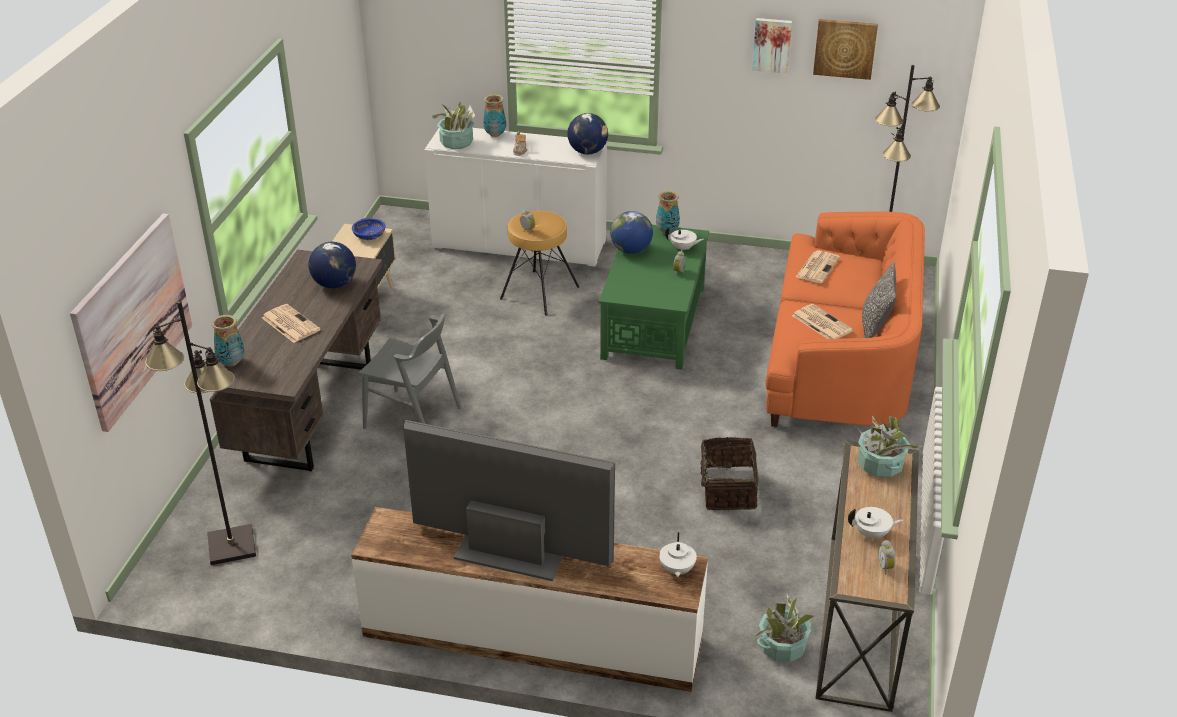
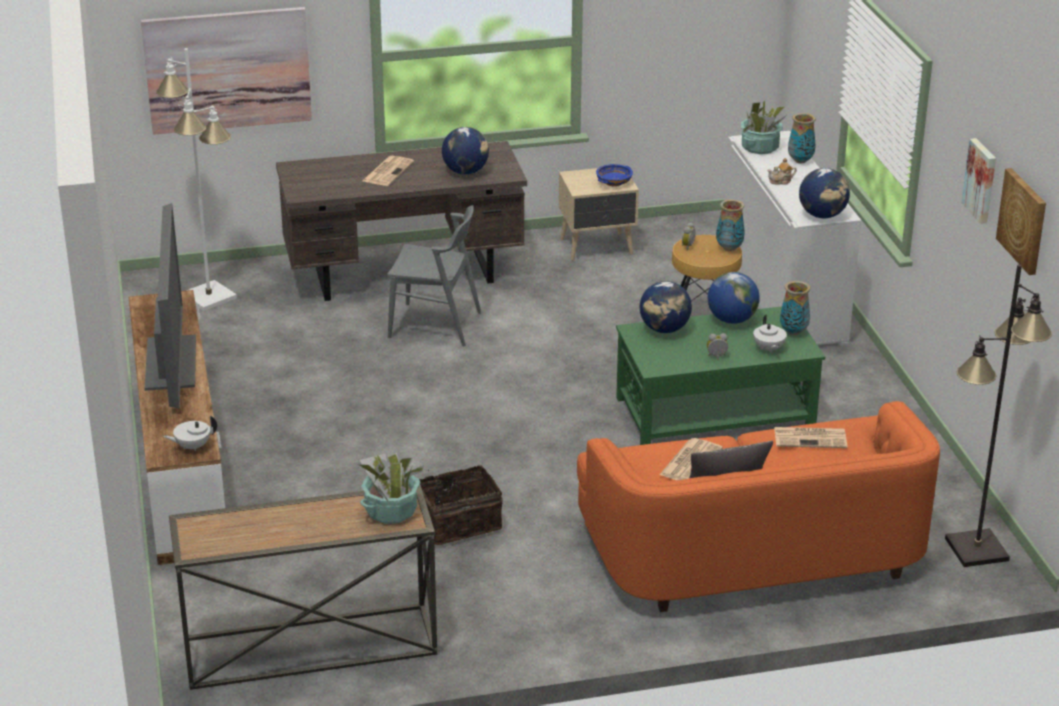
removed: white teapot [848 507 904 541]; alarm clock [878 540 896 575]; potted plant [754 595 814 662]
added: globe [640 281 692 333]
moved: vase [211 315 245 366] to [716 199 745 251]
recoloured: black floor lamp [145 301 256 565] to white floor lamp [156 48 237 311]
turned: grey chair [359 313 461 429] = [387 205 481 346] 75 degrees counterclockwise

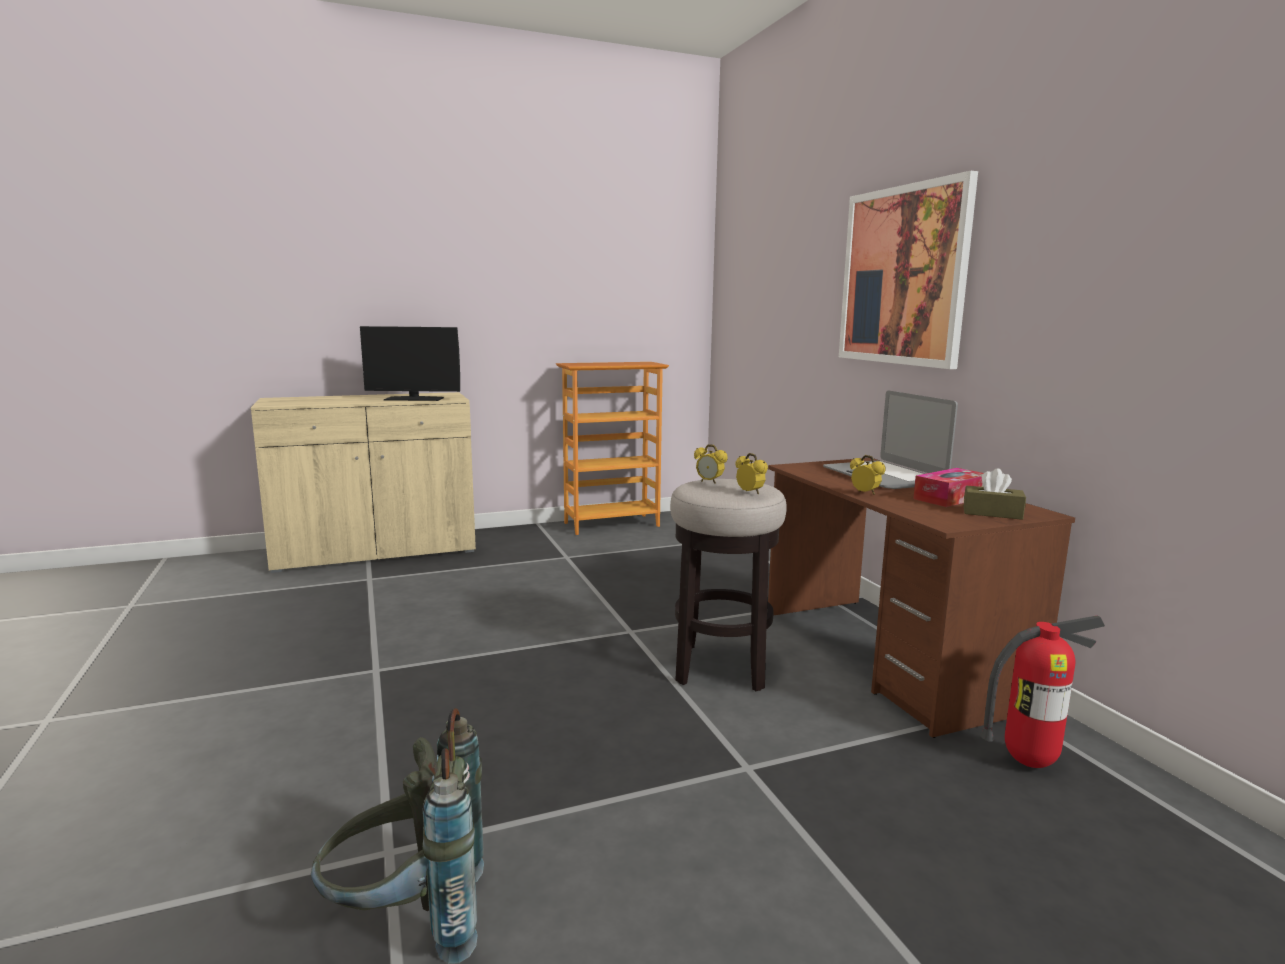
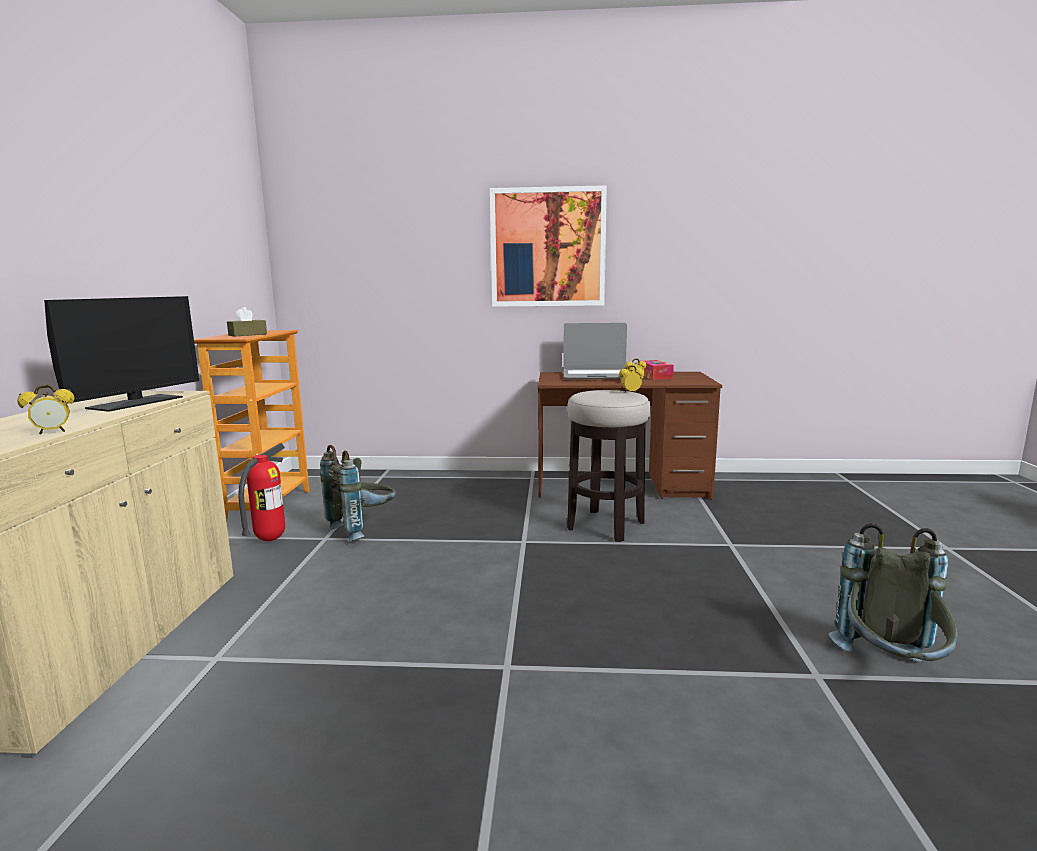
added: grey backpack [320 445 396 542]
moved: alarm clock [694 444 727 484] to [17 385 75 434]; brown tissue box [964 468 1026 520] to [227 307 267 336]; fire extinguisher [980 615 1105 768] to [238 443 285 541]

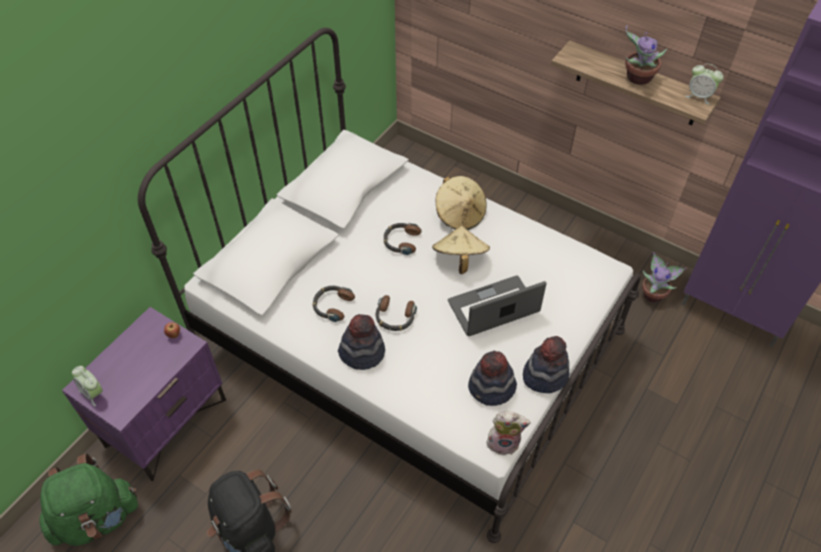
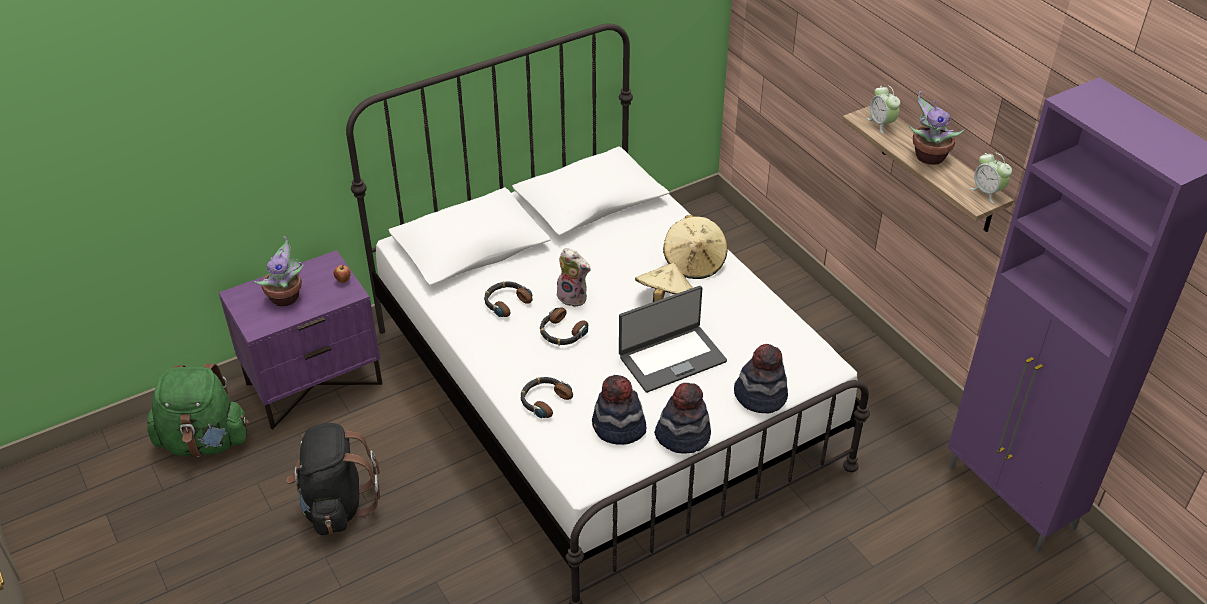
moved: headphones [384 223 421 255] to [521 377 573 418]; potted plant [642 252 687 303] to [254 236 303 306]; hat [338 314 385 370] to [734 344 788 414]; alarm clock [72 366 103 406] to [867 86 900 133]; plush toy [487 411 531 456] to [557 248 591 307]
turned: laptop [448 275 546 336] = [619 286 727 393] 150 degrees clockwise

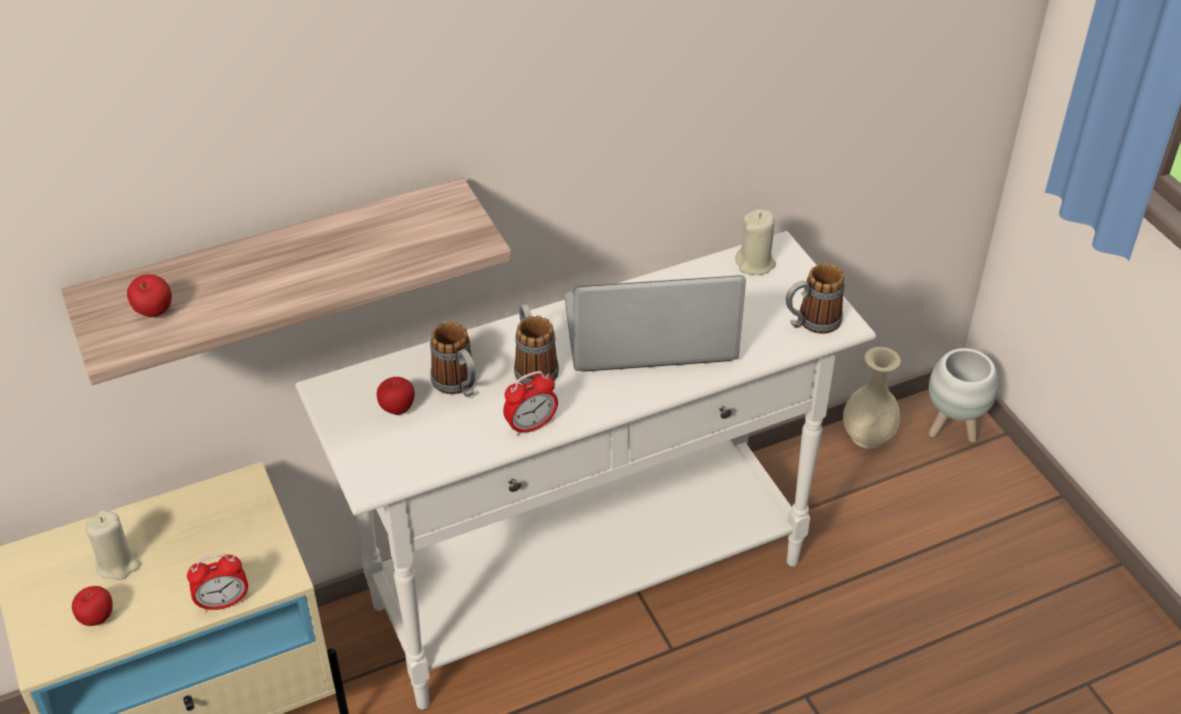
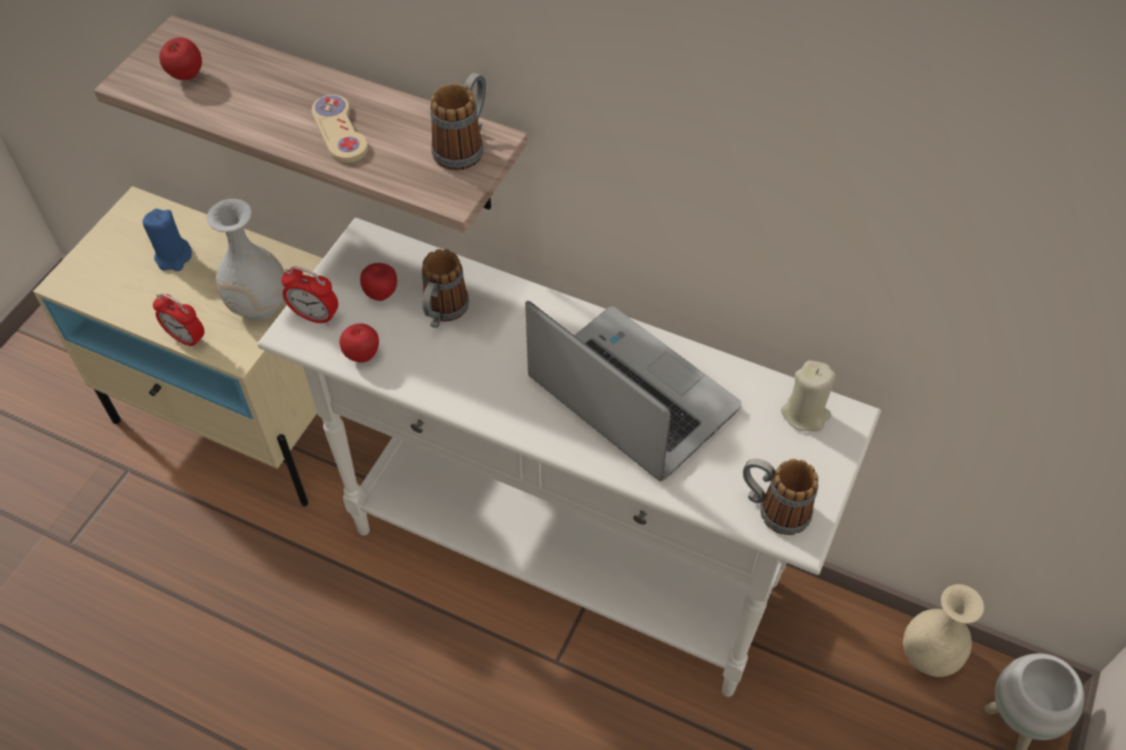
added: beige game controller [312 95 368 163]; white vase [207 199 285 320]
moved: mug [514 304 559 385] to [430 73 486 170]; alarm clock [503 371 558 436] to [281 266 338 326]; apple [72 586 113 626] to [340 324 379 363]
recoloured: beige candle [86 510 140 580] to blue candle [143 209 192 271]

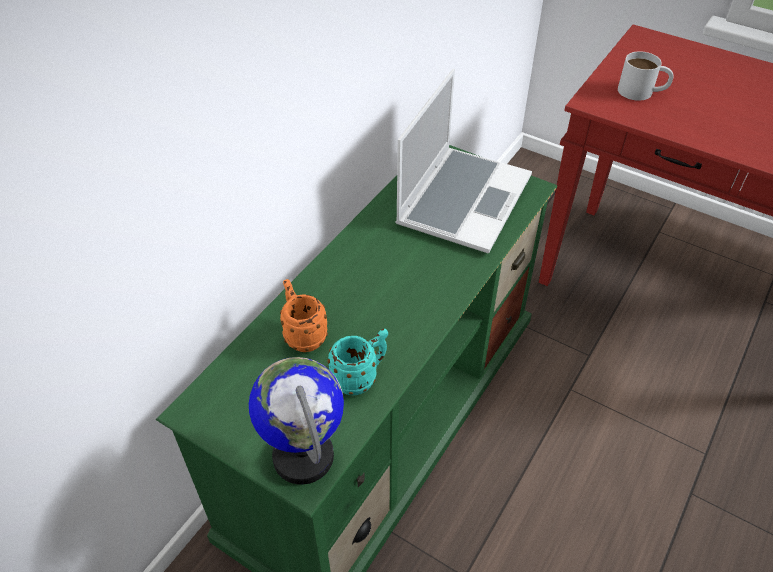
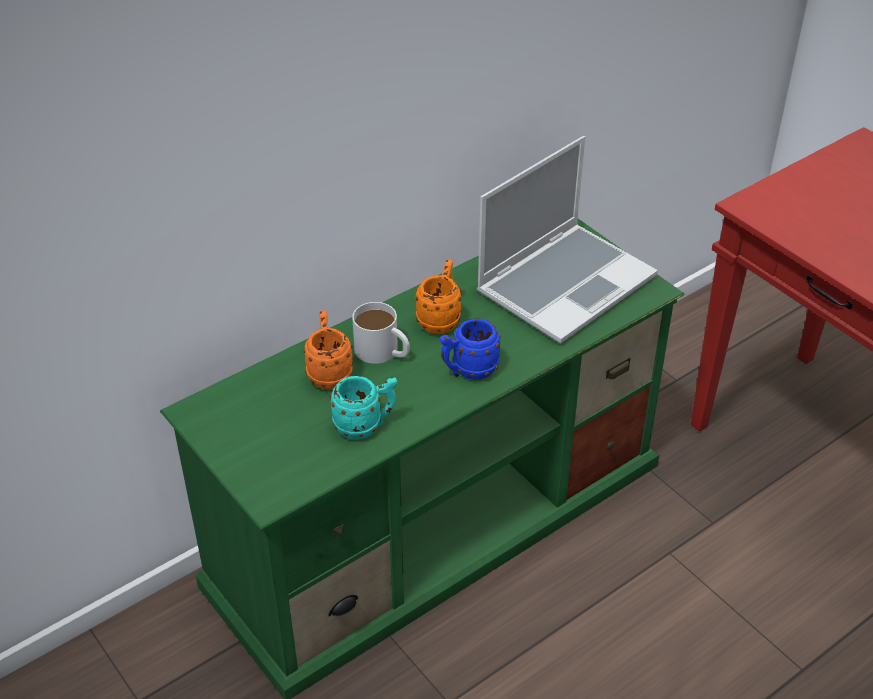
removed: globe [249 357 344 485]
added: orange mug [415 259 461 334]; blue mug [440 318 501 380]
moved: white mug [618 51 673 101] to [352 302 410 364]

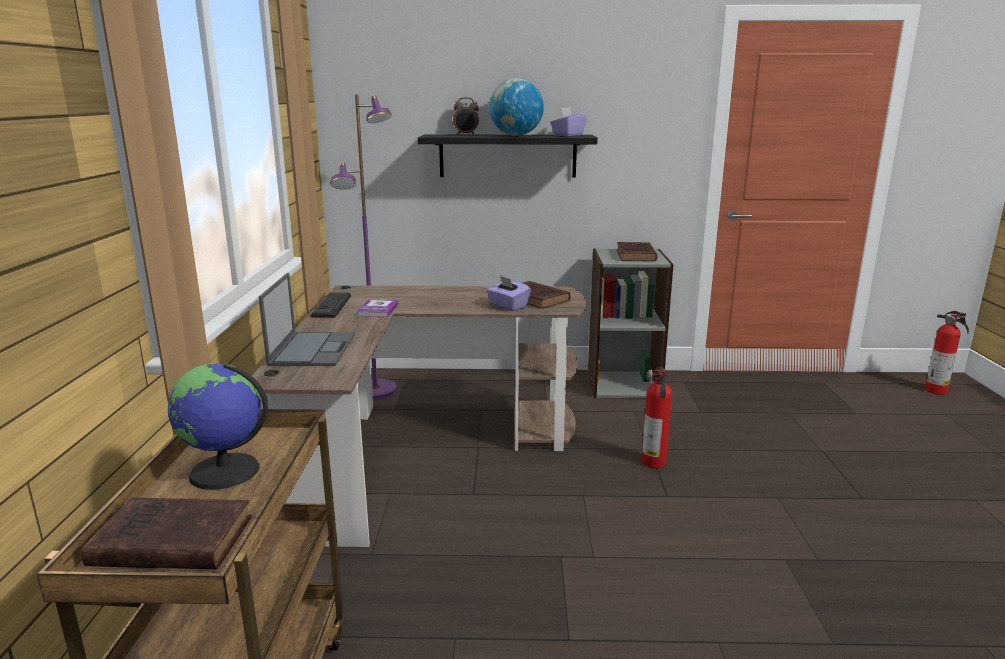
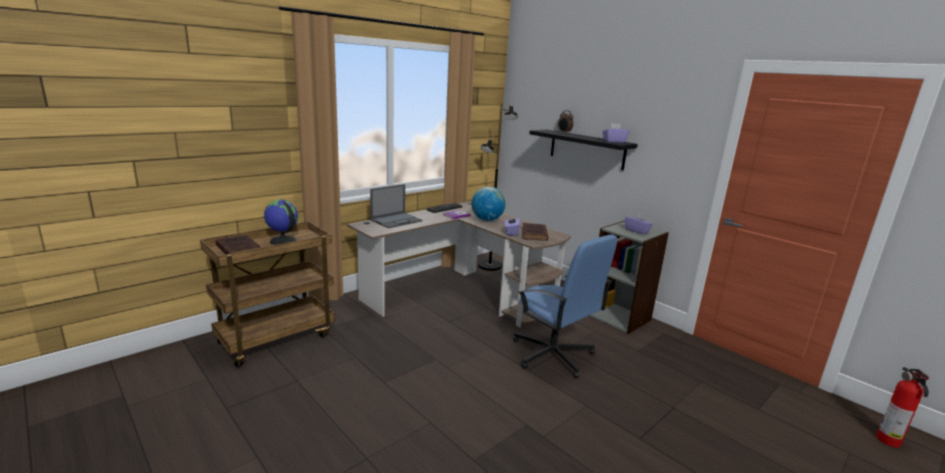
moved: globe [489 78 544 136] to [471 187 506 221]
replaced: brown book [617 242 657 262] to purple tissue box [625 212 653 234]; fire extinguisher [642 366 672 468] to blue office chair [513 235 617 378]
recoloured: purple floor lamp [331 94 397 399] to black floor lamp [478 103 518 271]

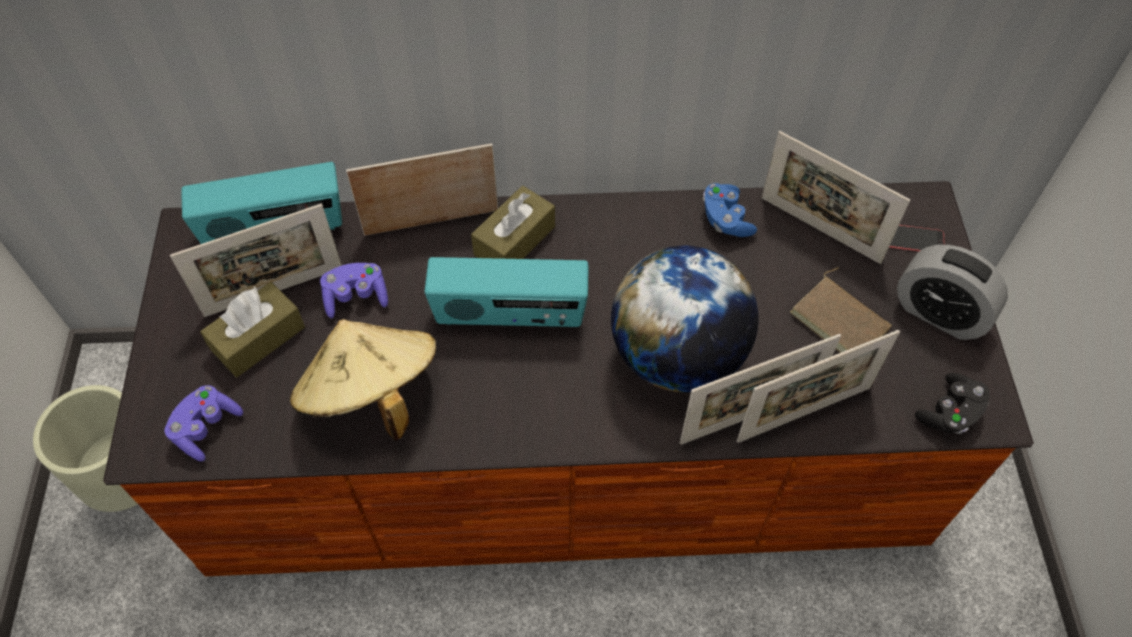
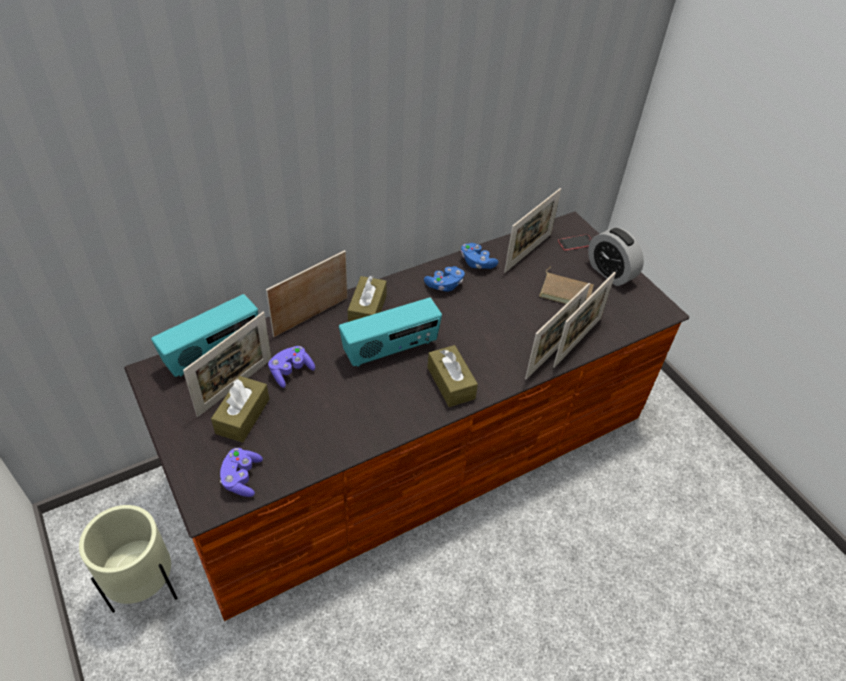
removed: globe [611 246 759 392]; beige hat [290 319 436 441]; black game controller [915 373 990 434]
added: blue game controller [424 266 465 292]; brown tissue box [427 345 478 407]
turned: picture frame [761 131 910 264] = [504 188 561 273] 60 degrees counterclockwise; alarm clock [897 245 1008 340] = [588 227 644 286] 45 degrees clockwise

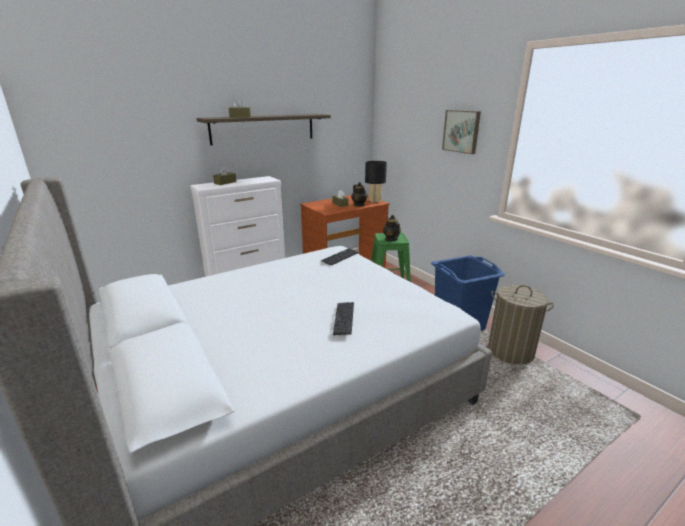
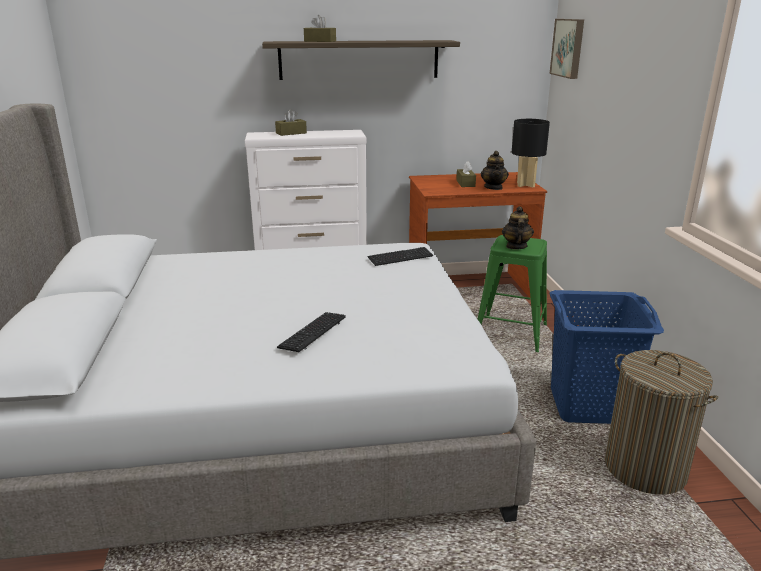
moved: picture [442 110 481 154] to [550 19 584 79]

